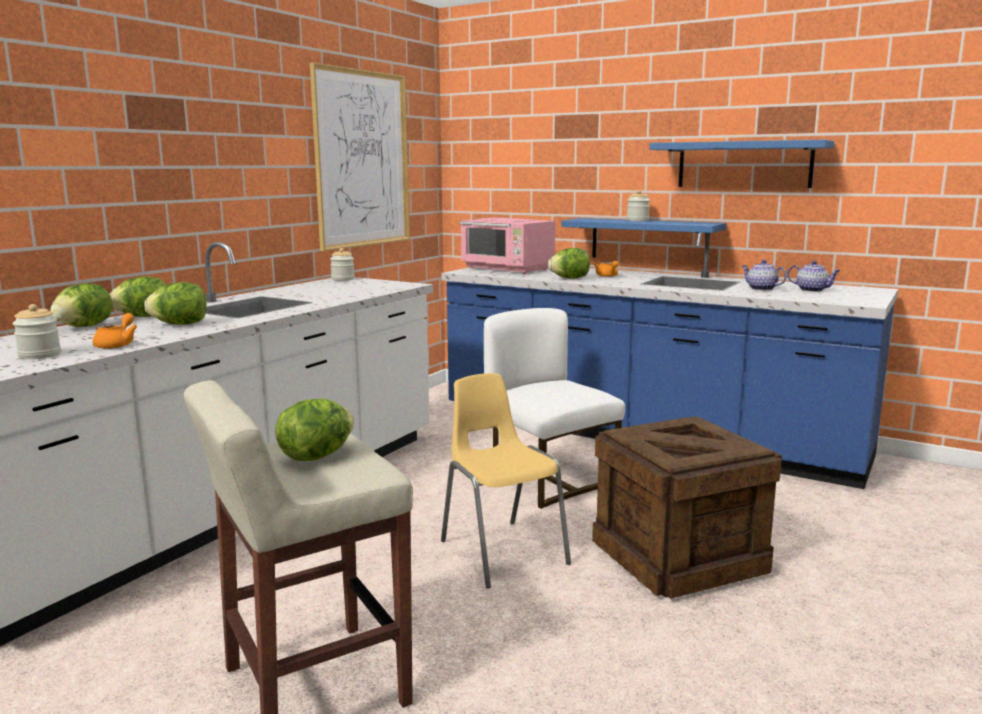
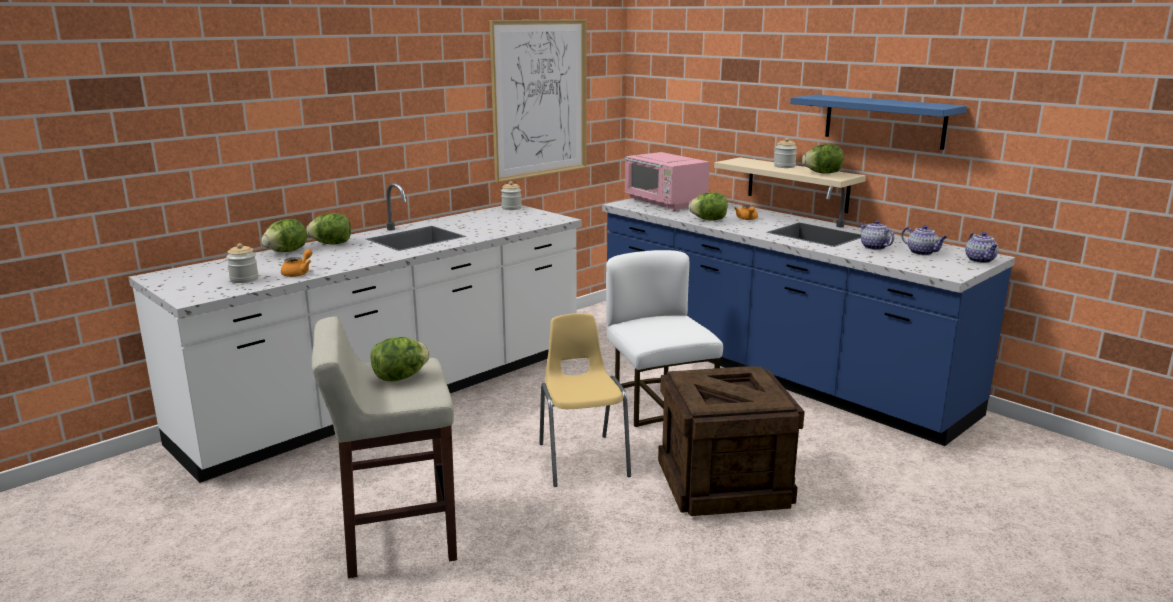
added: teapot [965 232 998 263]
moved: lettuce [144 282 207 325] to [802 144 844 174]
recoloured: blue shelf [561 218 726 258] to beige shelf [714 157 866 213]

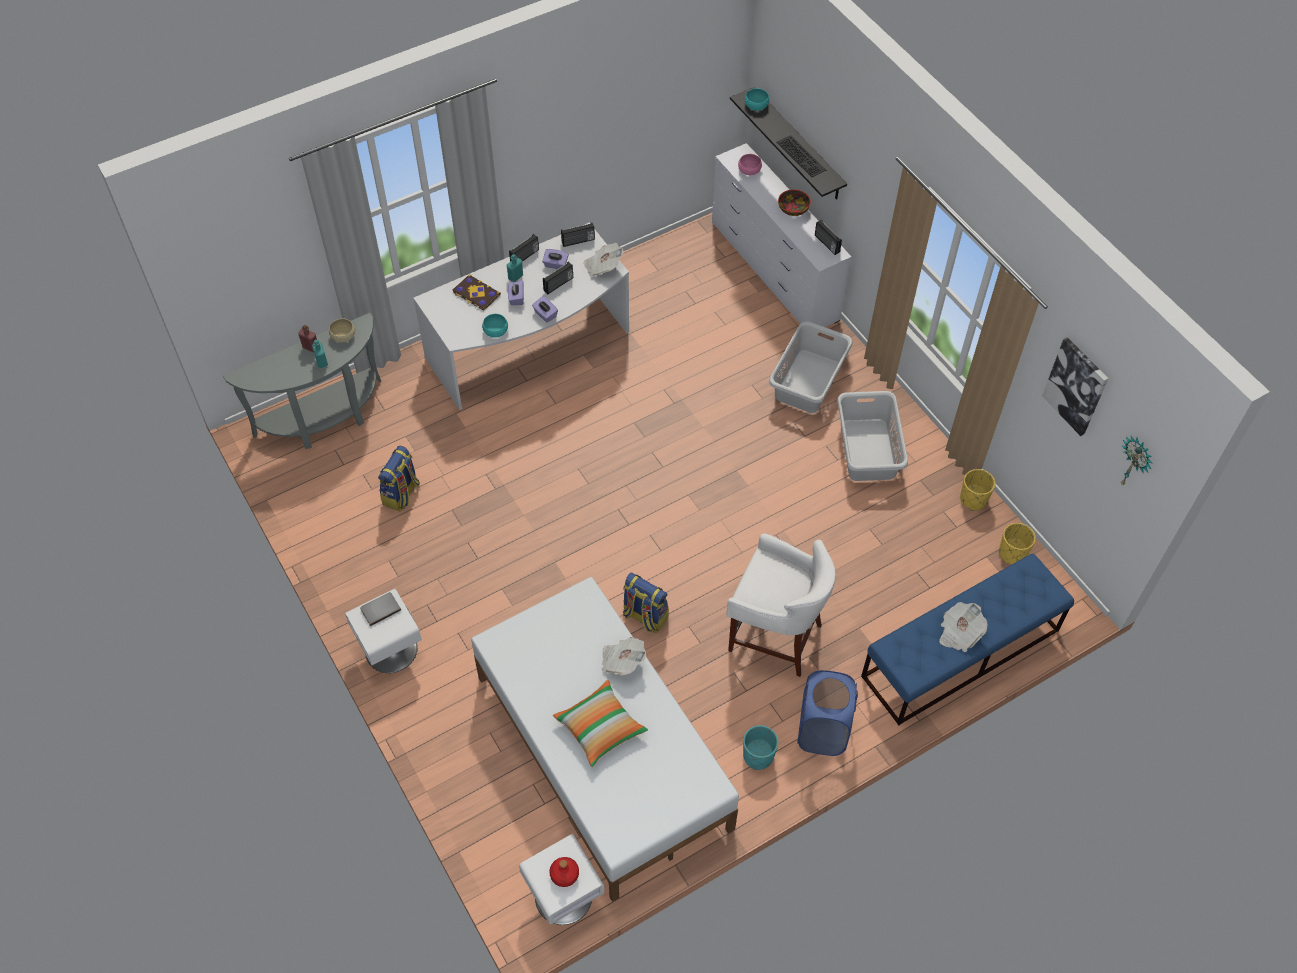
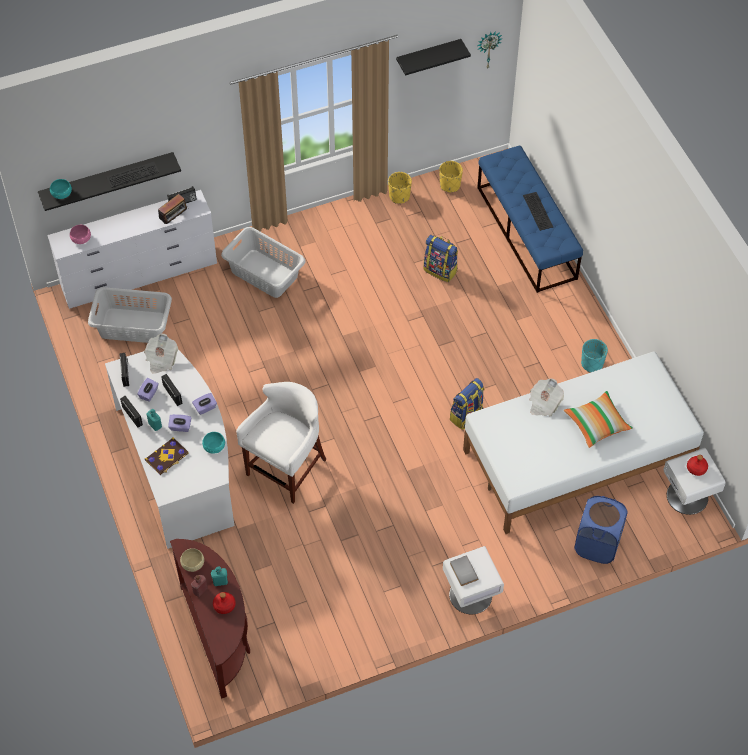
removed: bowl [778 189 811 216]
added: radio [158 194 189 224]; red bottle [213 592 235 614]
moved: grey laundry basket [837 391 908 481] to [88 287 172 343]; backpack [378 446 420 511] to [424 235 458 282]; white stool [726 533 836 677] to [236 382 327 504]; blue laundry basket [797 670 858 756] to [574 496 628 564]
replaced: picture [1042 337 1109 436] to black shelf [396 39 471 76]; newspaper [939 602 987 652] to keyboard [523 192 553 231]
recoloured: grey console table [223 313 382 449] to brown console table [170 539 250 699]

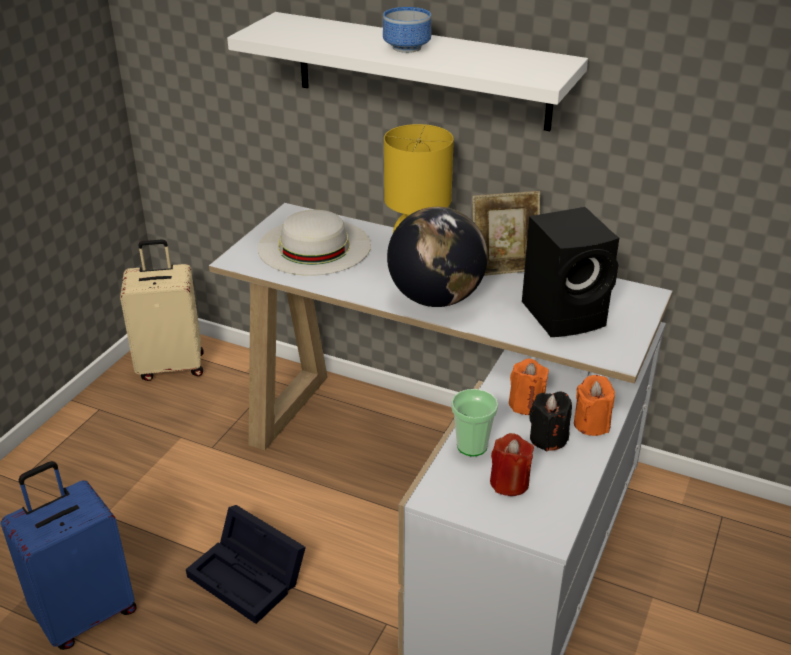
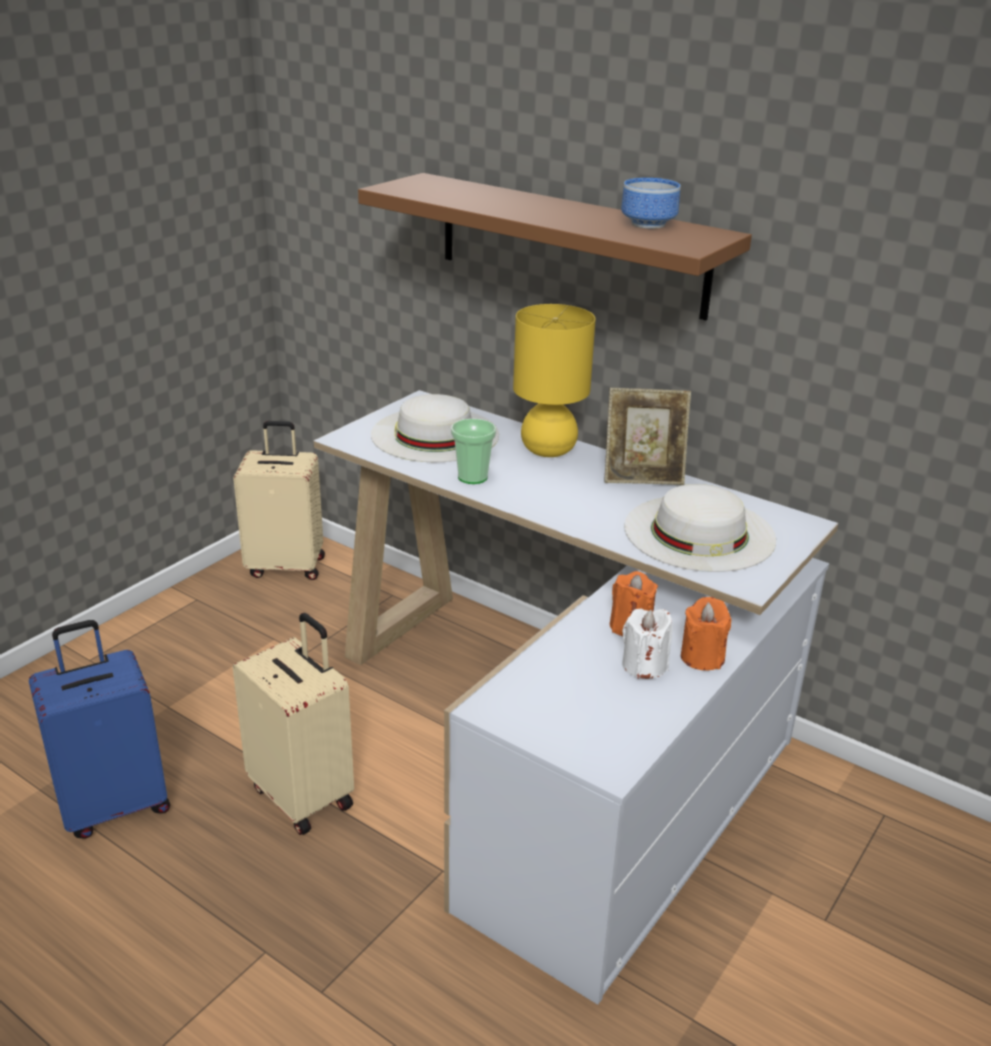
removed: globe [387 207 488 307]; red candle [490 433 534 496]
moved: bowl [383 7 431 53] to [621 178 681 229]; cup [451 389 498 456] to [451 419 496 484]
replaced: black speaker [522 207 619 337] to white hat [625 484 776 572]; black storage box [186 505 306 624] to beige suitcase [233 613 354 835]
recoloured: white shelf [227 12 588 131] to brown shelf [358 173 752 320]; black candle [529 391 572 451] to white candle [622 609 673 679]

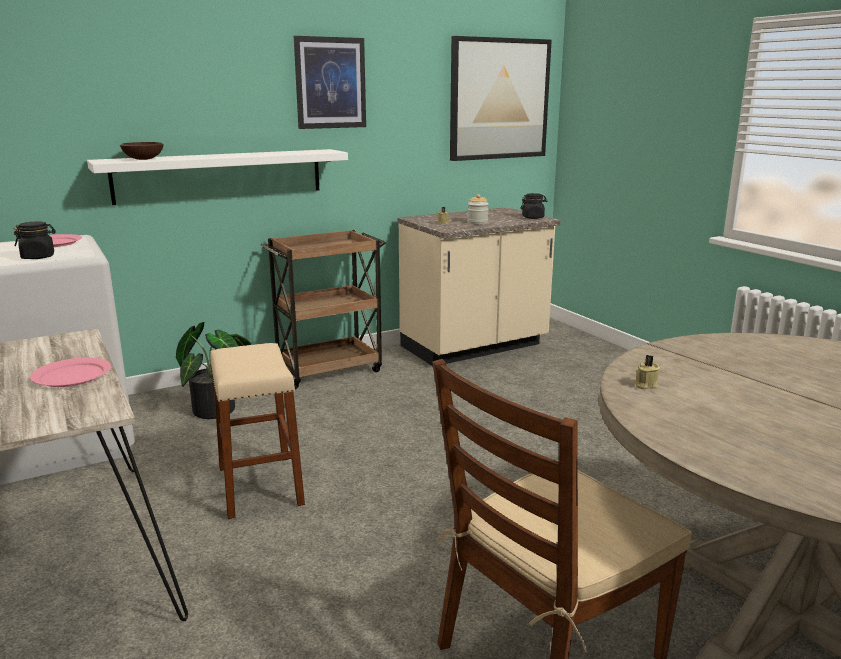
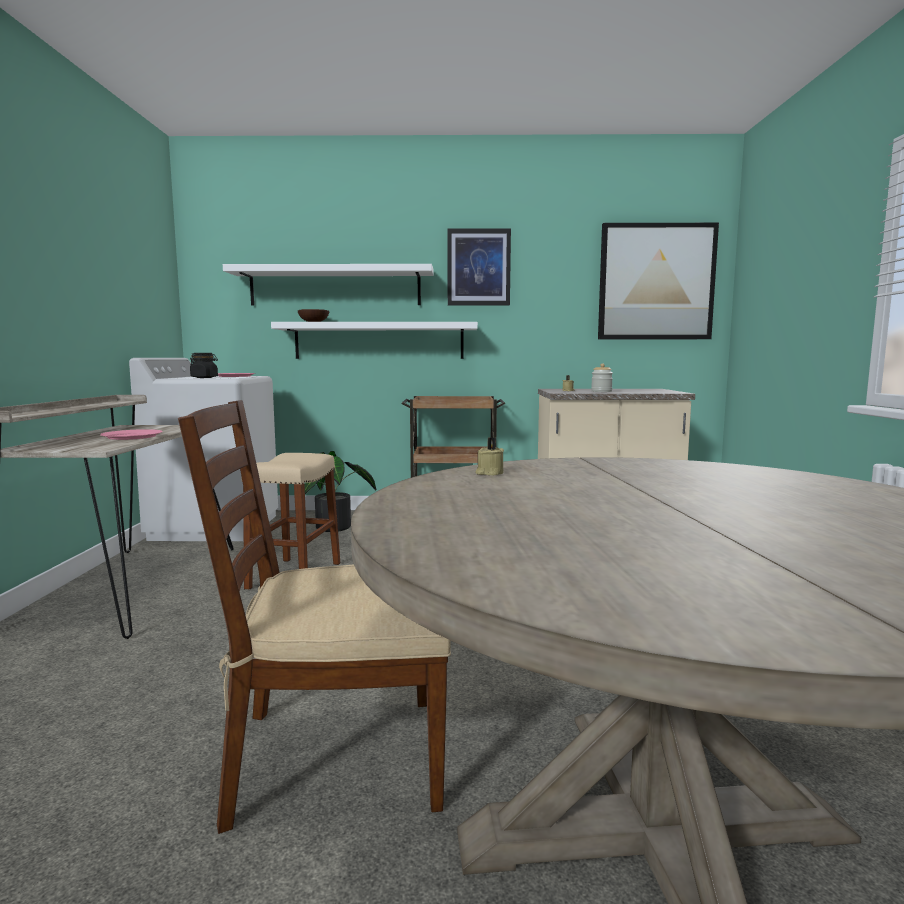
removed: black jar [521 193 547 219]
added: white shelf [223 264 434 305]

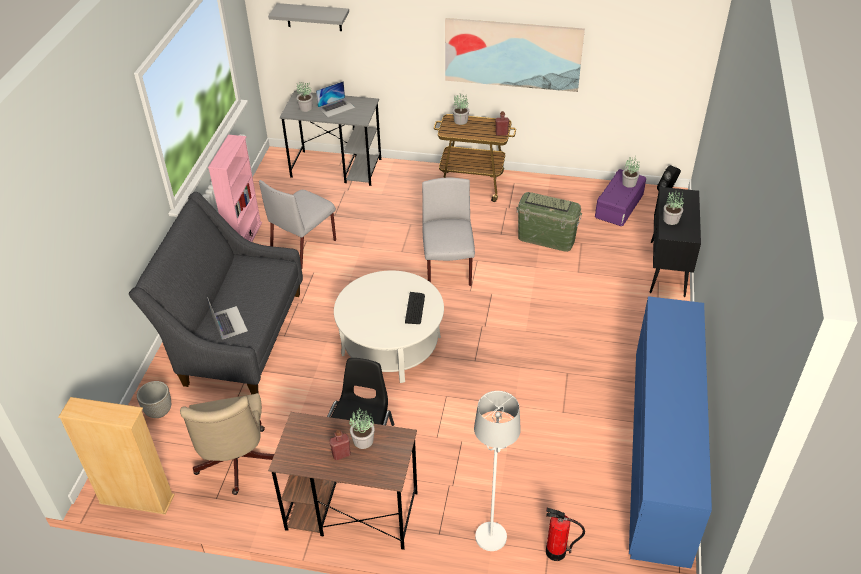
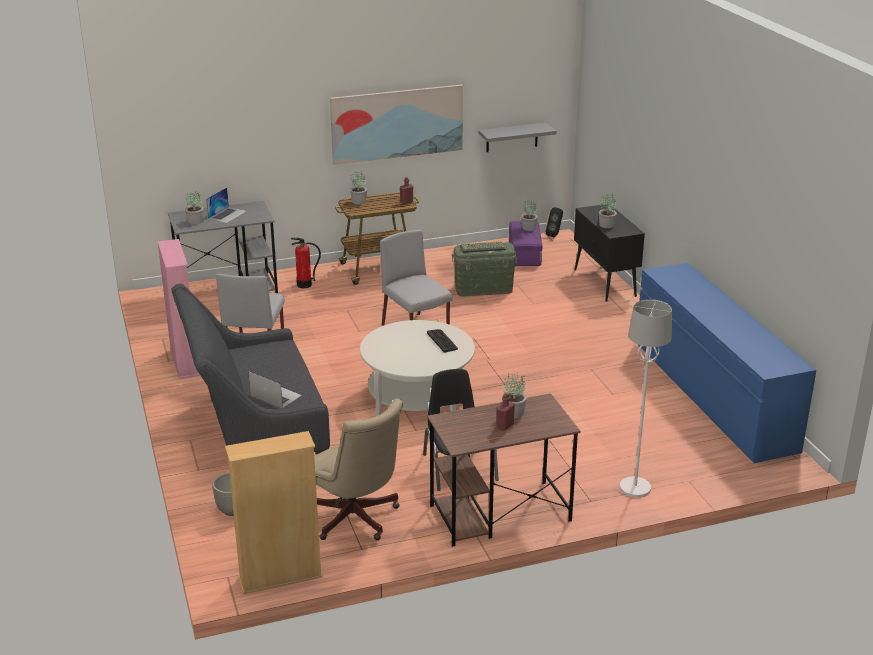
moved: grey shelf [268 3 349 31] to [478 123 557 152]; fire extinguisher [546 508 585 561] to [291 238 321 288]

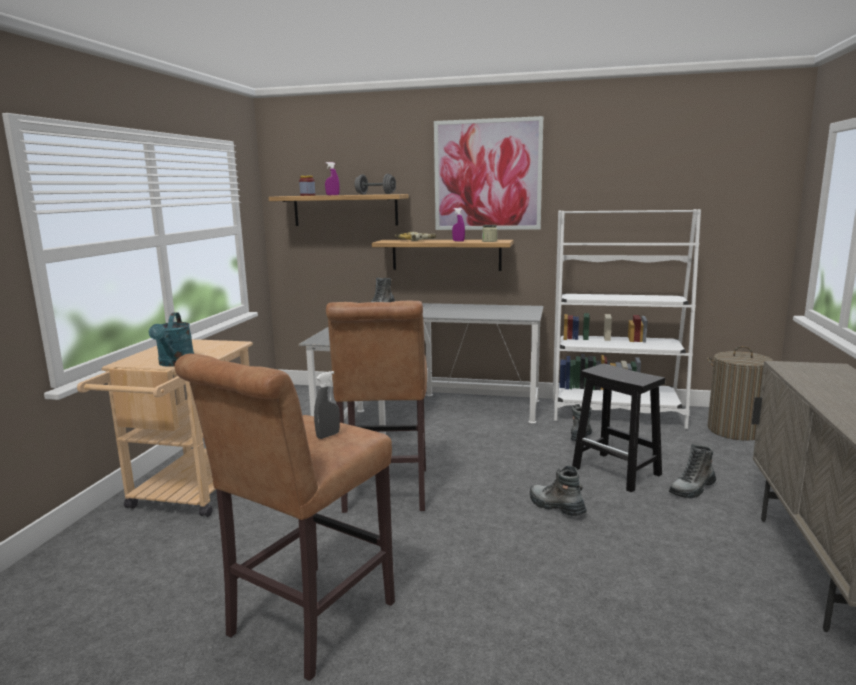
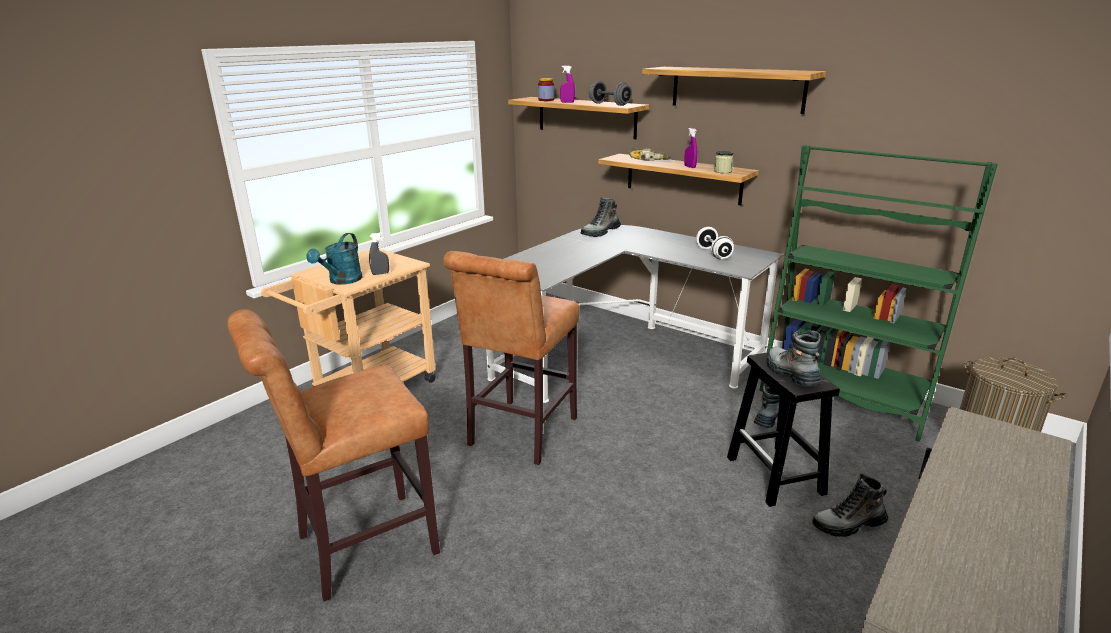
added: white dumbbell [696 227 734 260]
moved: grey spray bottle [314 371 340 439] to [369 232 389 275]; boot [530 466 587 516] to [766 330 821 387]
replaced: picture [434 116 543 230] to shelf [642 67 826 114]
recoloured: white bookcase [553 209 701 429] to green bookcase [759 145 998 441]

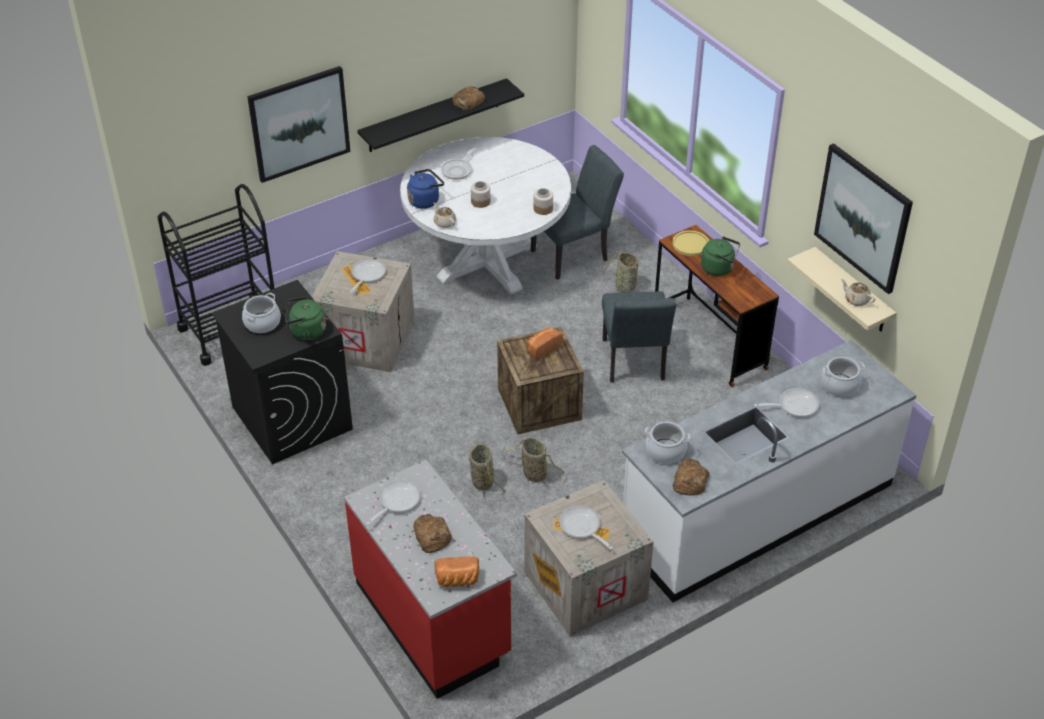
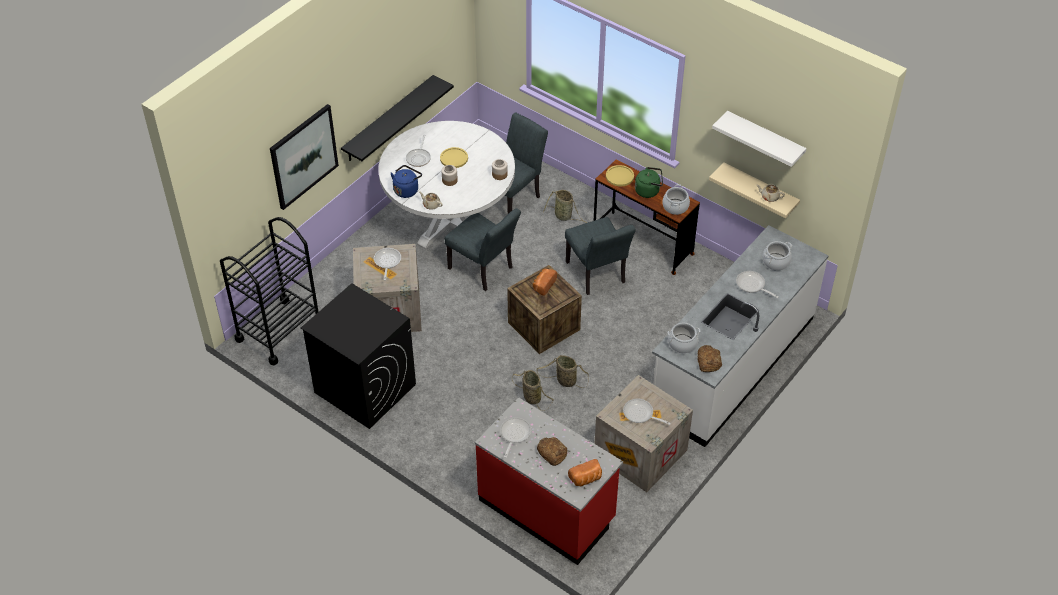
removed: bread [452 86 485 110]; green kettle [285 297 326 340]
added: yellow plate [440 147 468 168]; grey chair [445 208 521 291]
moved: cooking pot [242 293 281 333] to [662 184 690 215]
replaced: picture [814 143 913 294] to white shelf [712 111 807 167]
turned: frying pan [754 388 819 417] = [736 271 779 298] 105 degrees counterclockwise

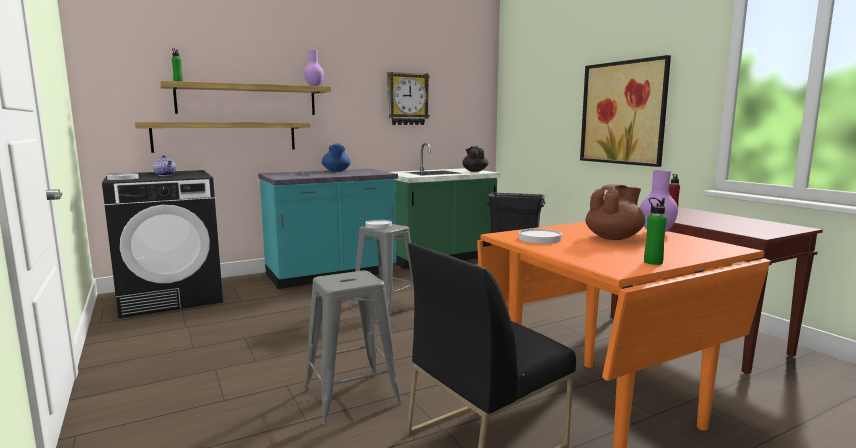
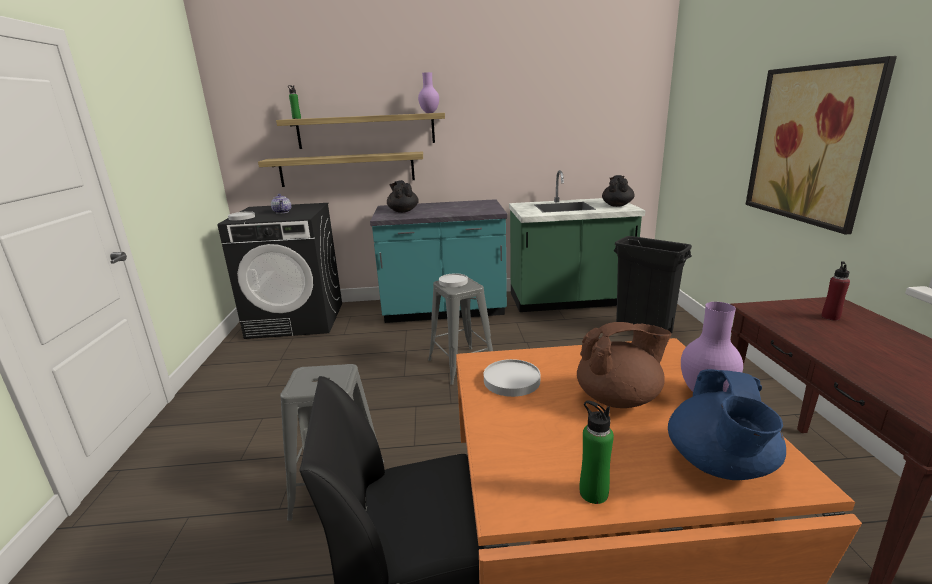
removed: wall clock [387 72 430 125]
added: black teapot [387 180 419 213]
moved: blue teapot [322 143 351 172] to [668 369 786 480]

